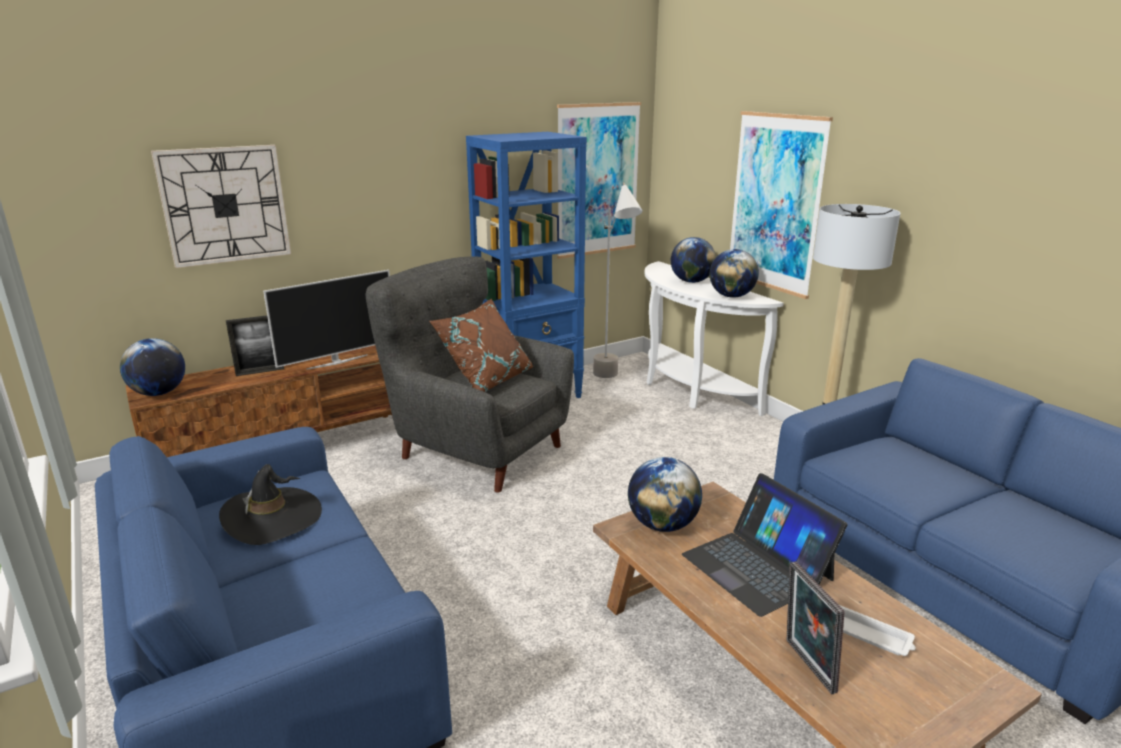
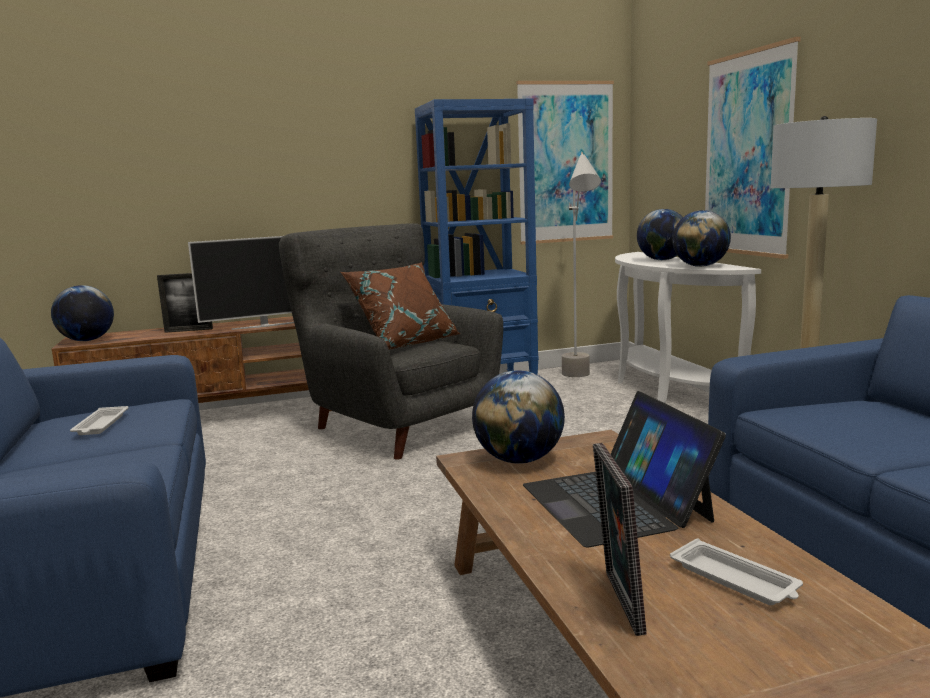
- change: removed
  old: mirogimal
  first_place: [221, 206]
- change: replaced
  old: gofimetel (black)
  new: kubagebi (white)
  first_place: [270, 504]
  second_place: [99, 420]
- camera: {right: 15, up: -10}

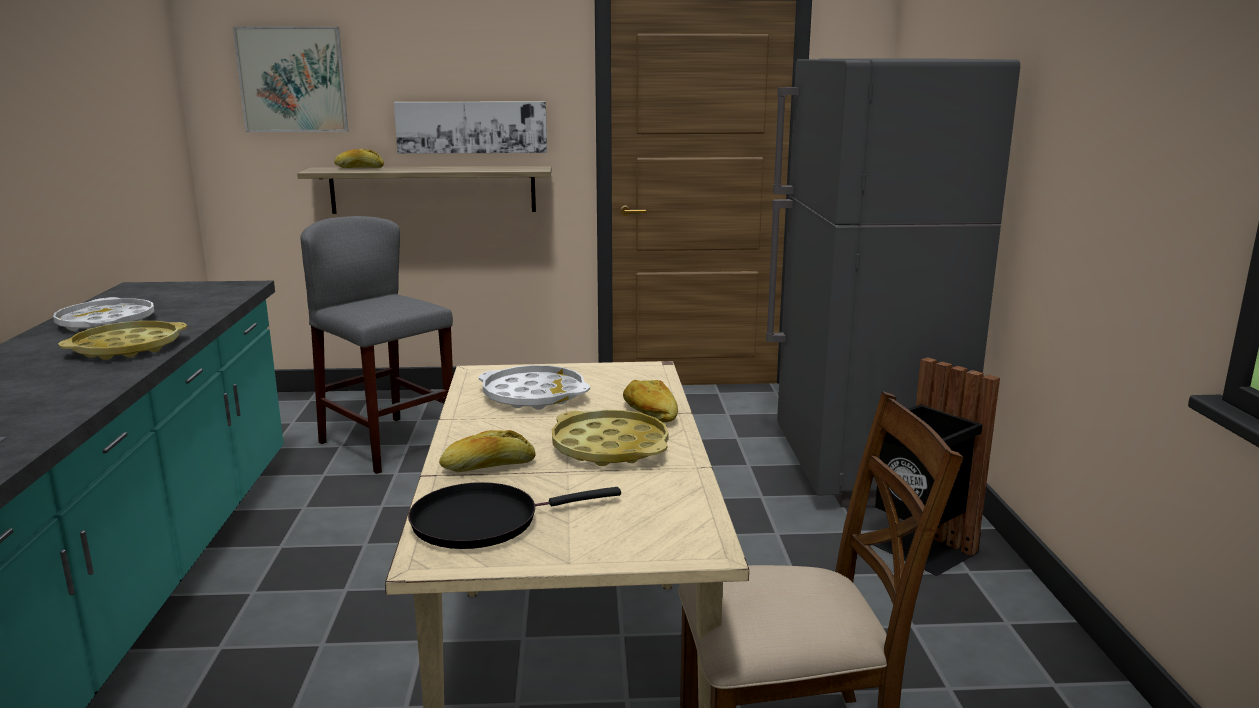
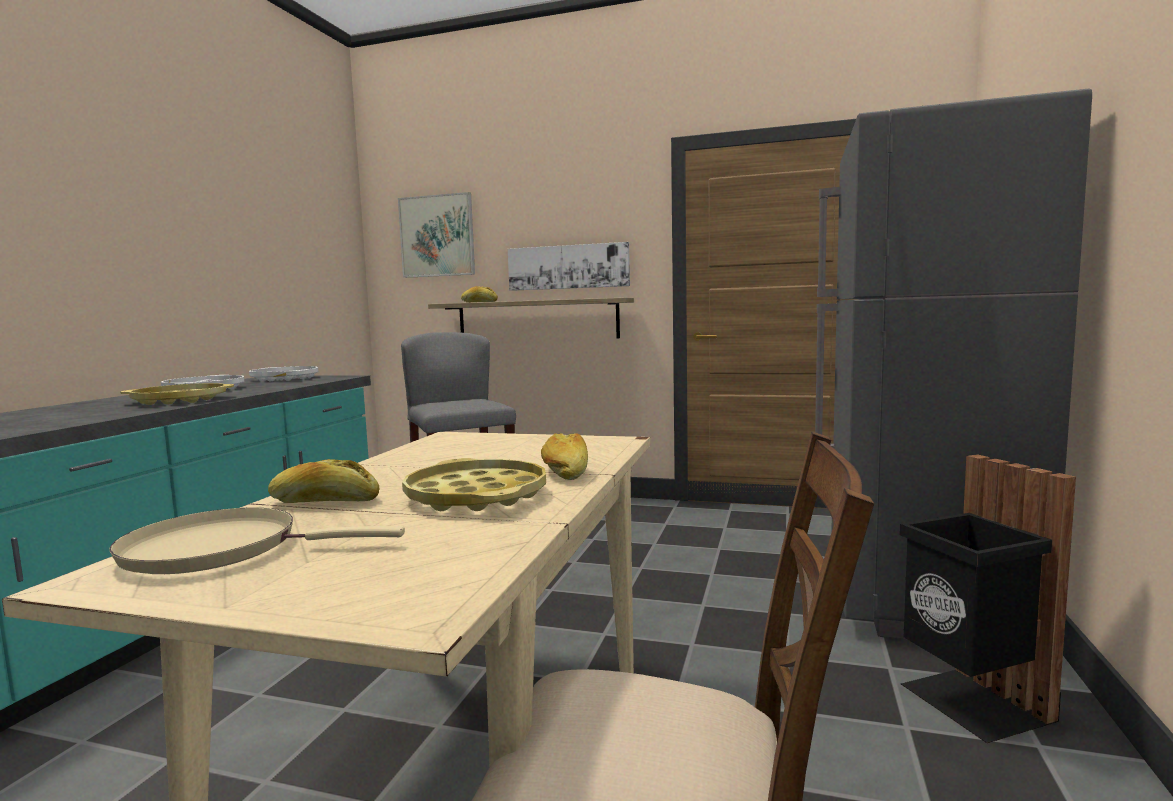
- change: moved
  old: kubagebi (white)
  first_place: [534, 387]
  second_place: [283, 373]
- change: recoloured
  old: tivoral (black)
  new: tivoral (beige)
  first_place: [514, 515]
  second_place: [257, 541]
- camera: {right: 20, up: -10}

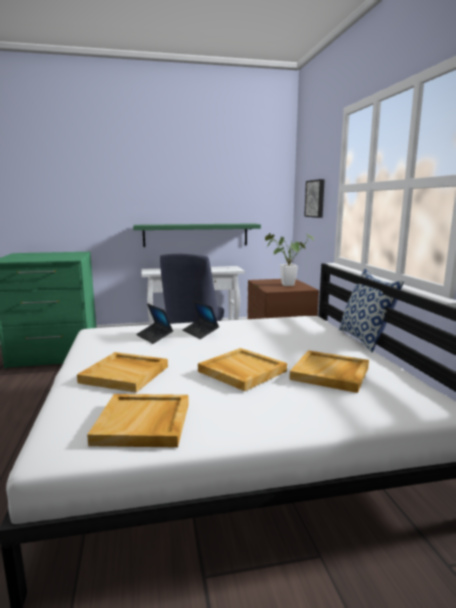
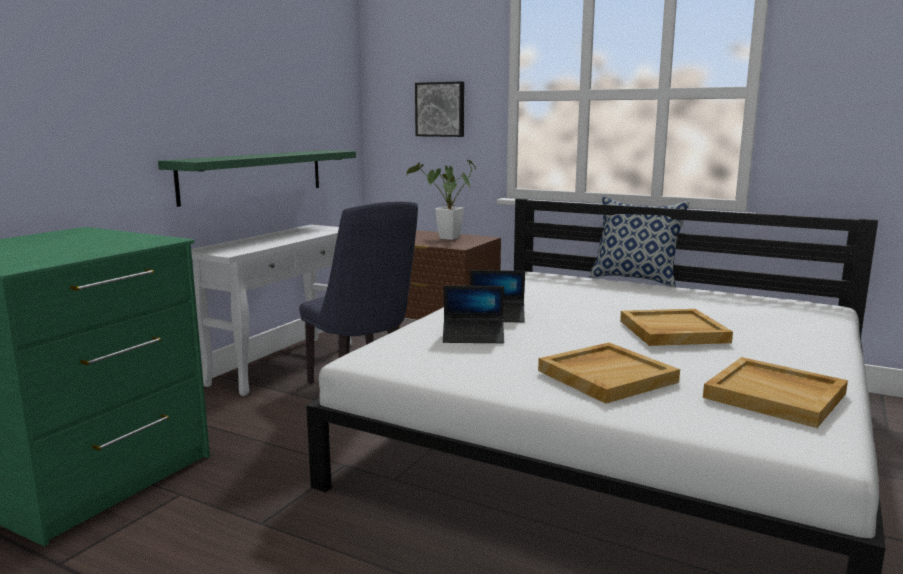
- change: removed
  old: kubagebi (beige)
  first_place: [329, 371]
- camera: {right: -50, up: 0}

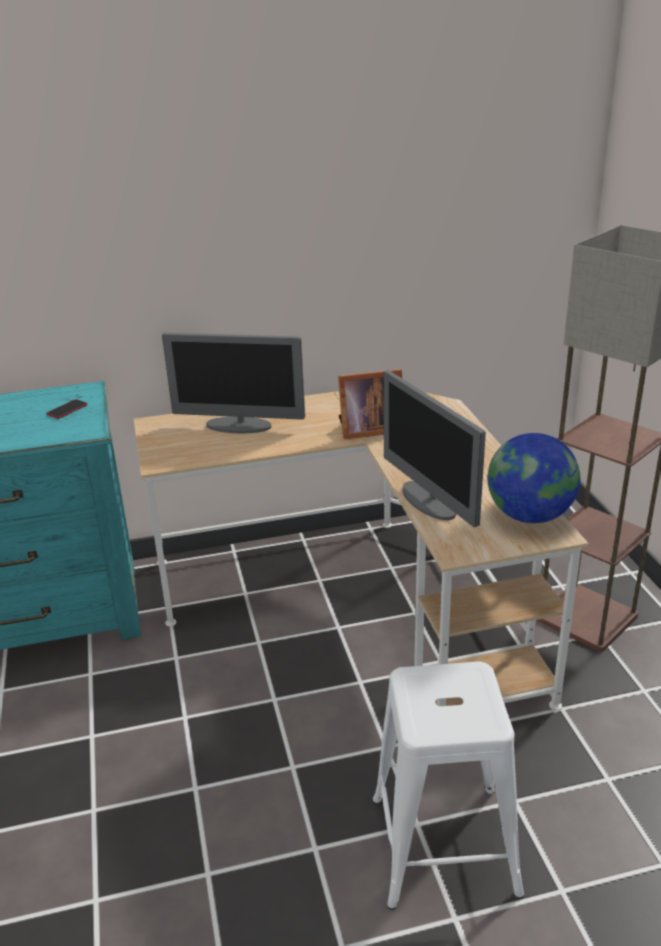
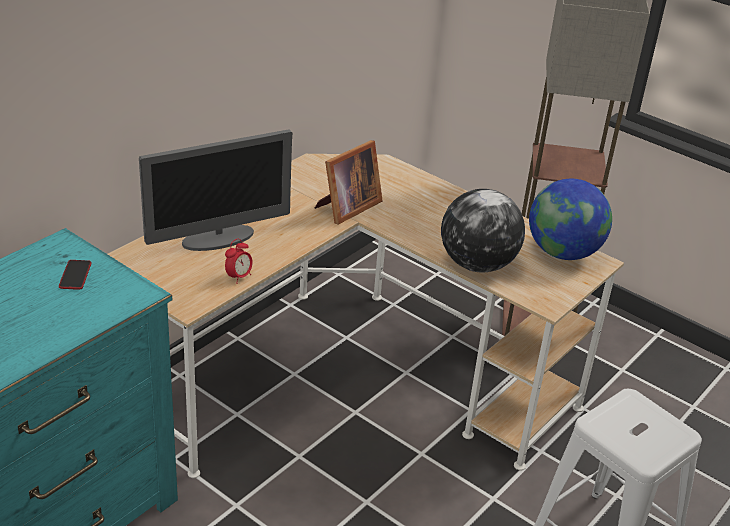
- change: replaced
  old: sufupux
  new: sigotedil
  first_place: [434, 448]
  second_place: [483, 231]
- change: added
  new: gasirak
  second_place: [239, 261]
- camera: {right: -40, up: 5}

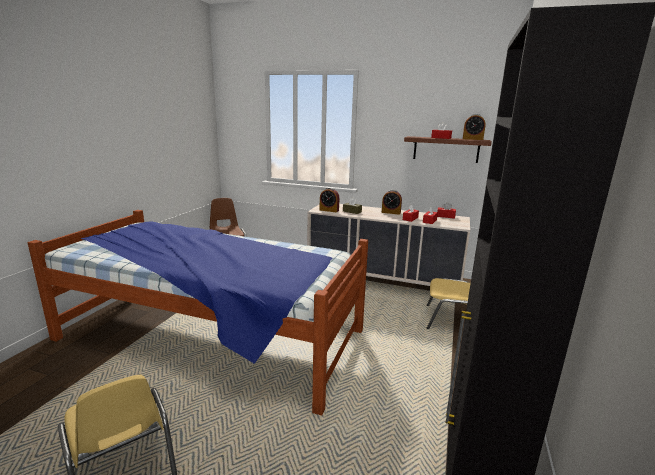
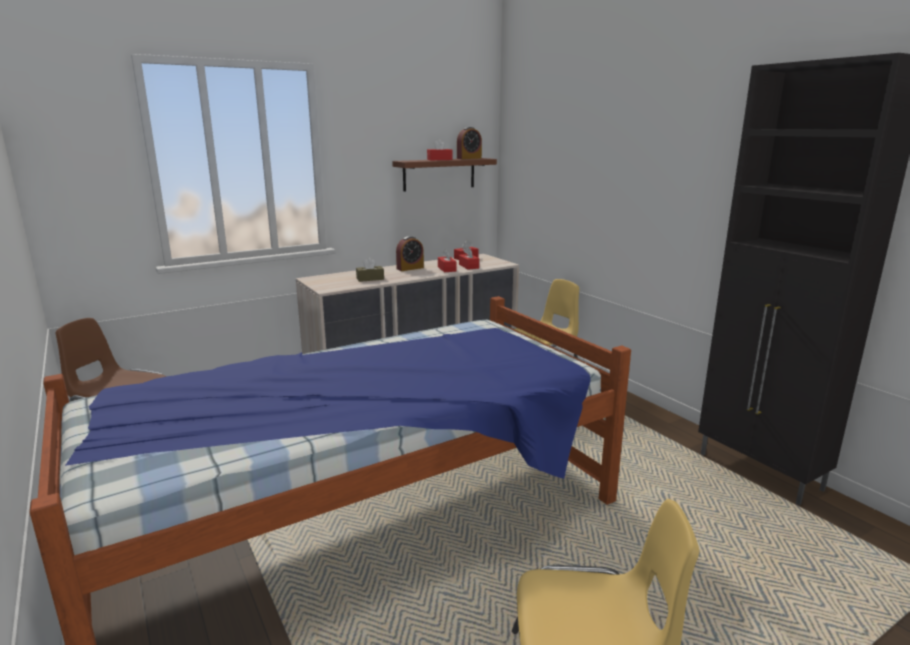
- change: removed
  old: gasirak
  first_place: [329, 200]
- camera: {right: -50, up: 0}

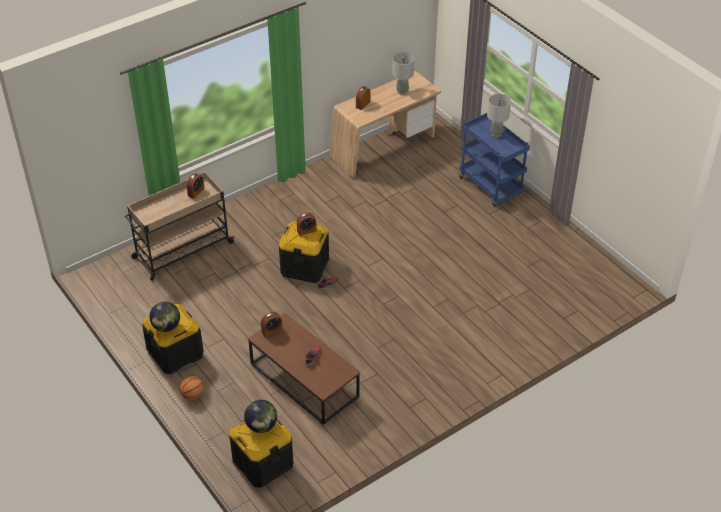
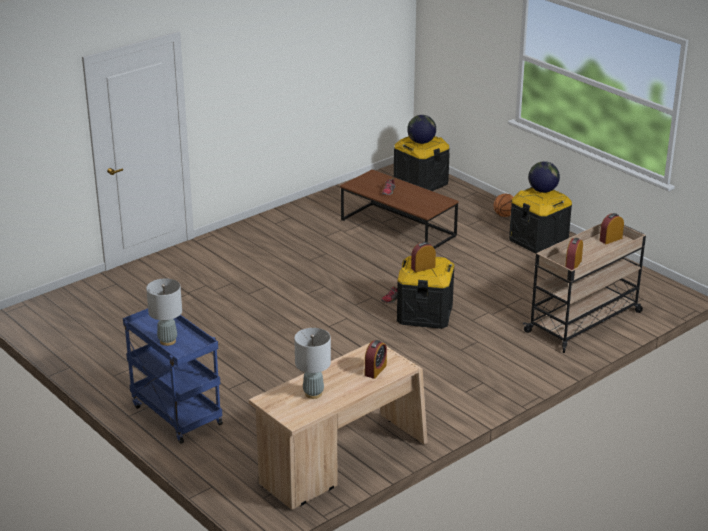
- change: moved
  old: gasirak
  first_place: [272, 324]
  second_place: [611, 228]
- camera: {right: 175, up: -15}

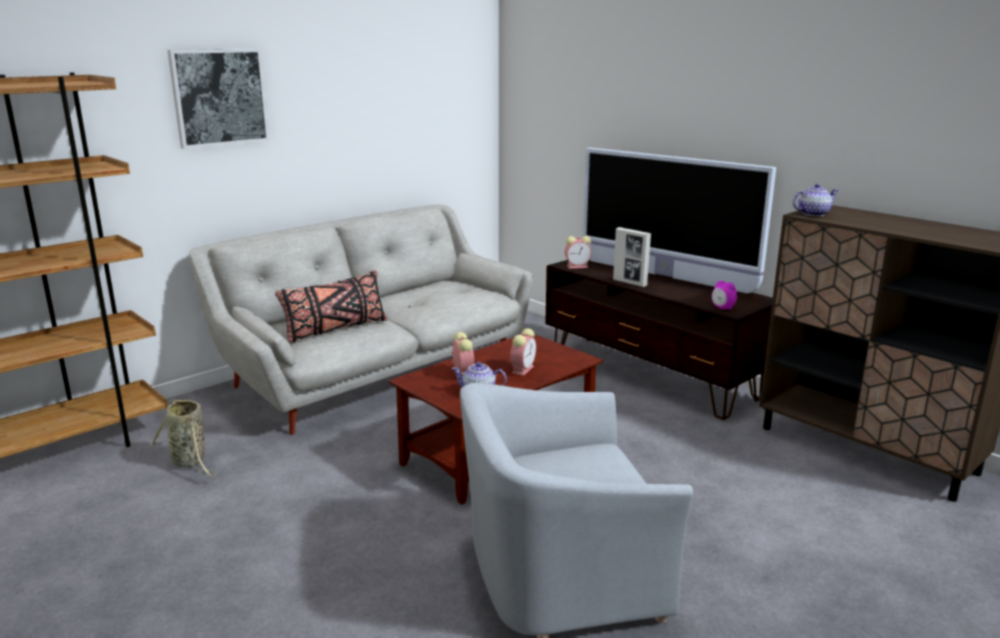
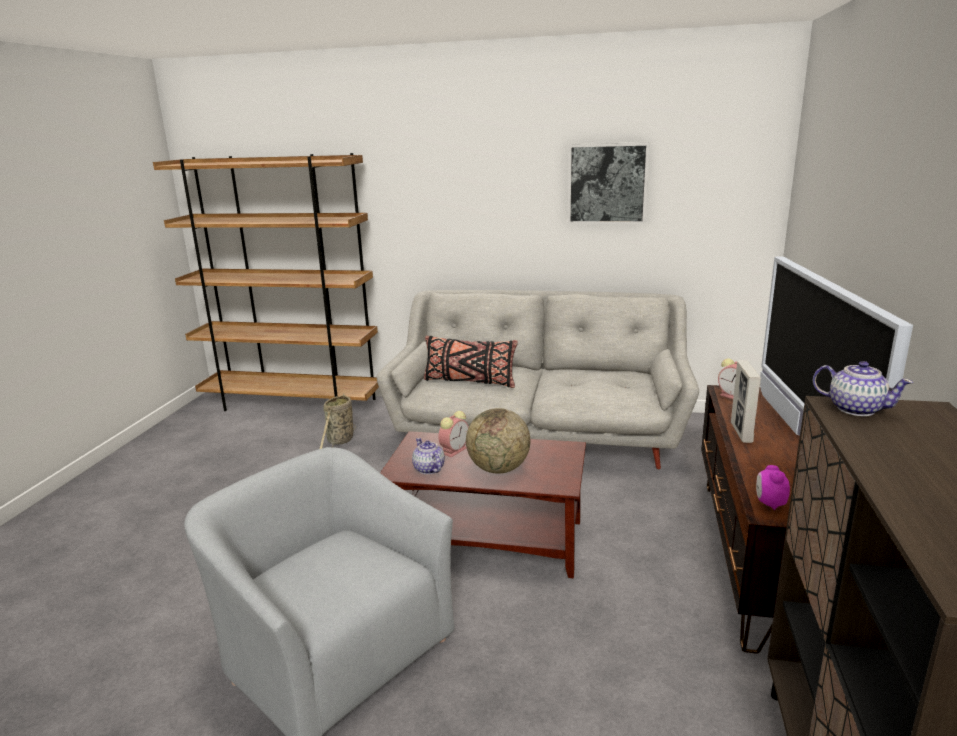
- change: moved
  old: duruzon
  first_place: [218, 98]
  second_place: [609, 183]
- change: replaced
  old: gasirak
  new: sigotedil
  first_place: [523, 352]
  second_place: [498, 441]
- camera: {right: 55, up: 0}

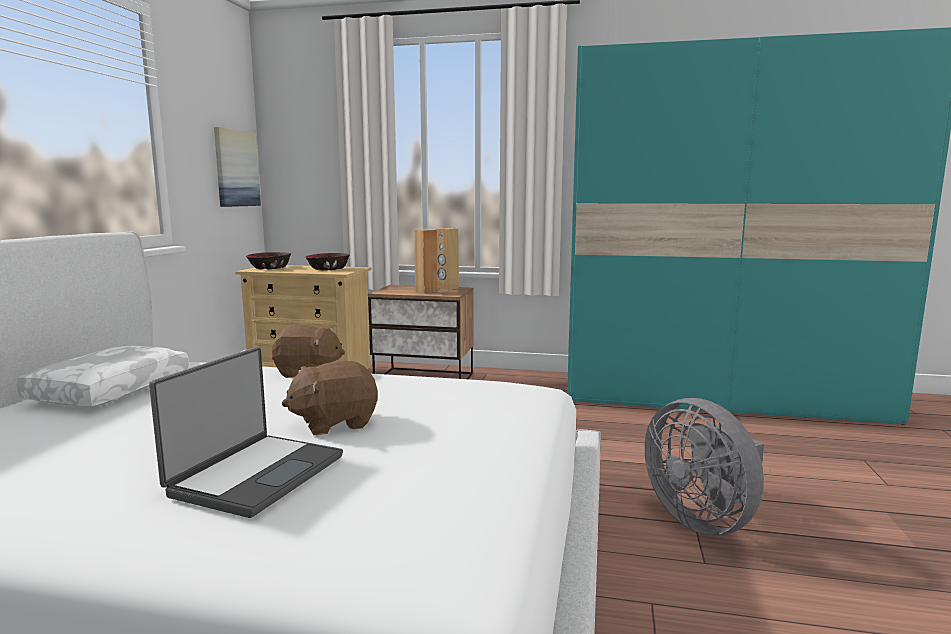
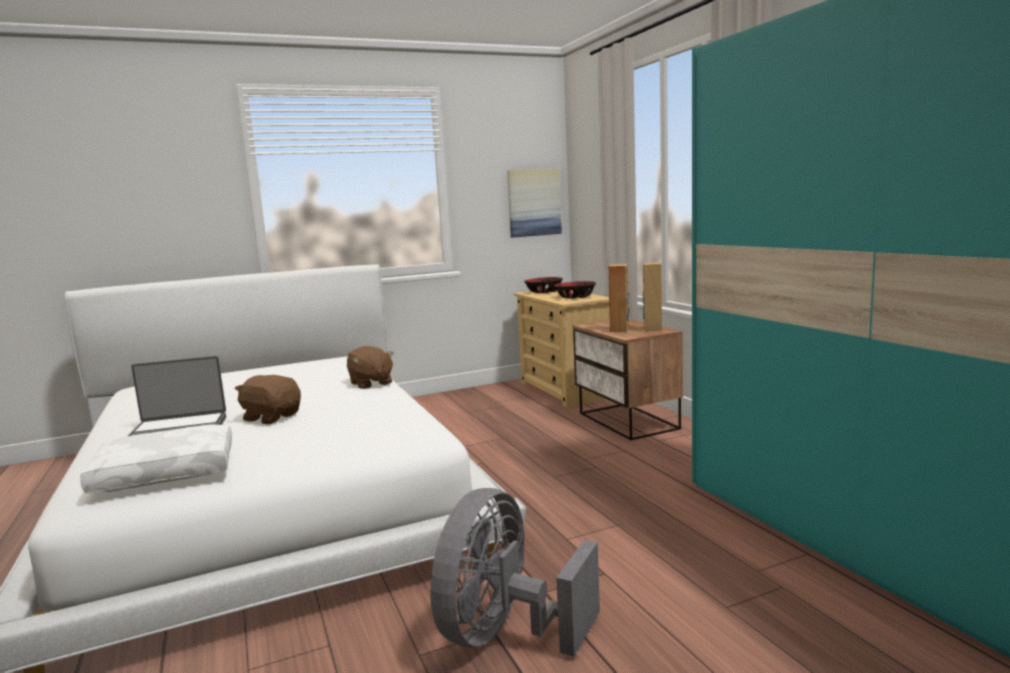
- change: moved
  old: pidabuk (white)
  first_place: [103, 376]
  second_place: [156, 458]
- camera: {right: 55, up: 0}

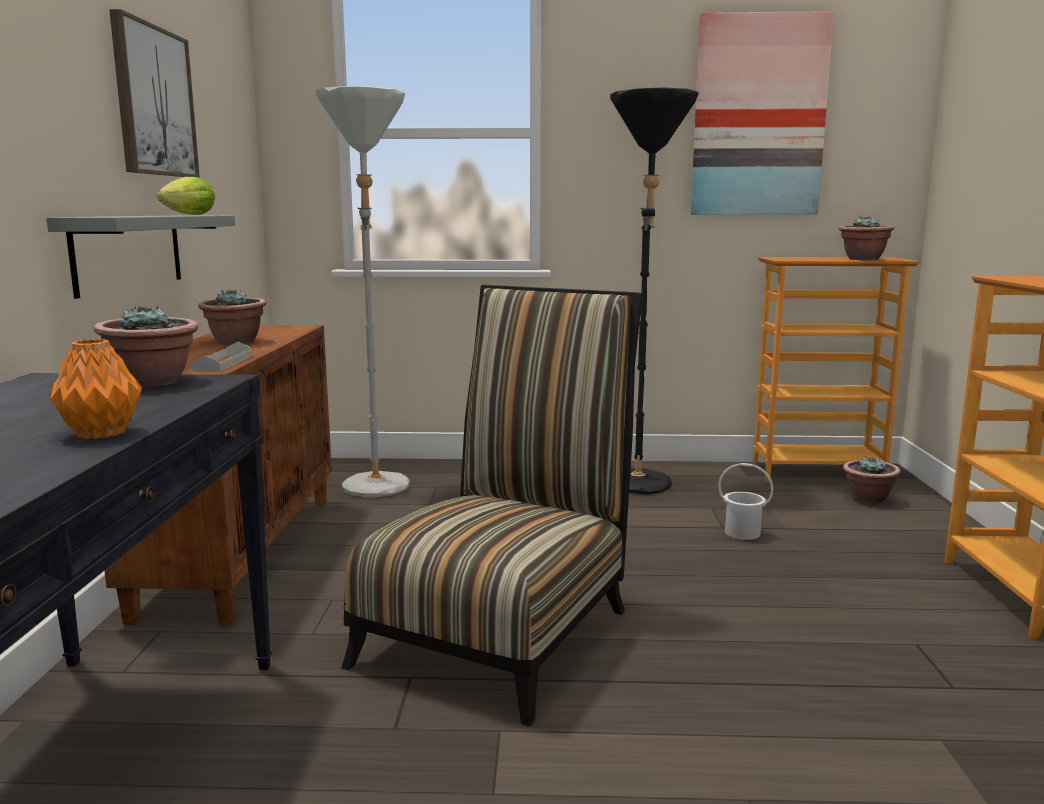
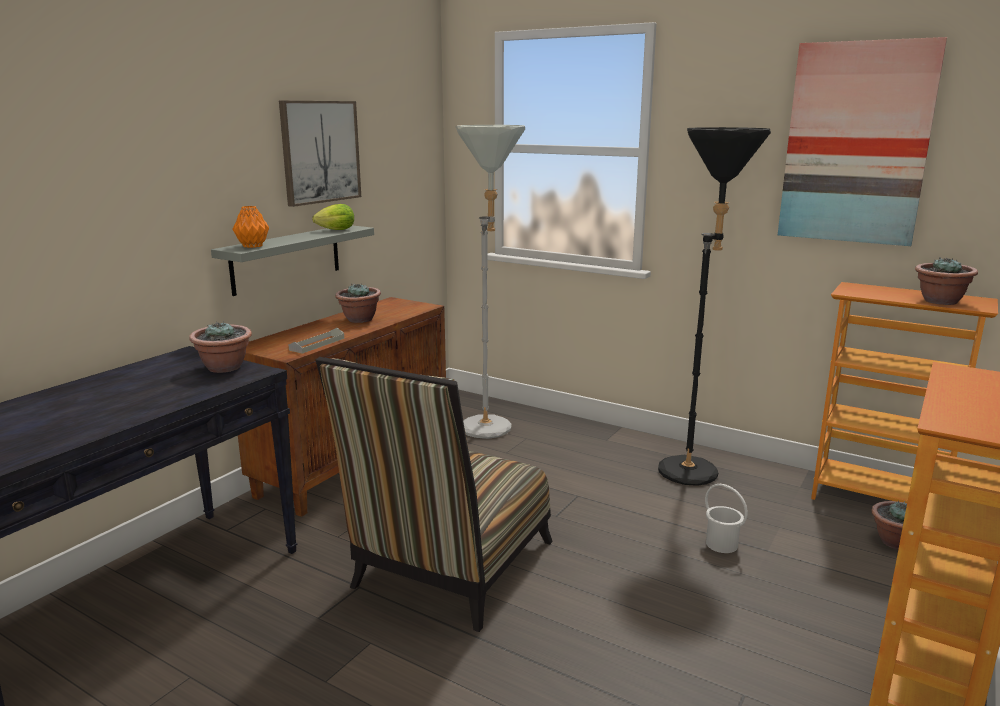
- change: turned
  old: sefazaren
  first_place: [492, 506]
  second_place: [434, 494]
  degrees: 150
- change: moved
  old: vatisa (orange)
  first_place: [95, 389]
  second_place: [250, 227]
- camera: {right: 30, up: 5}

